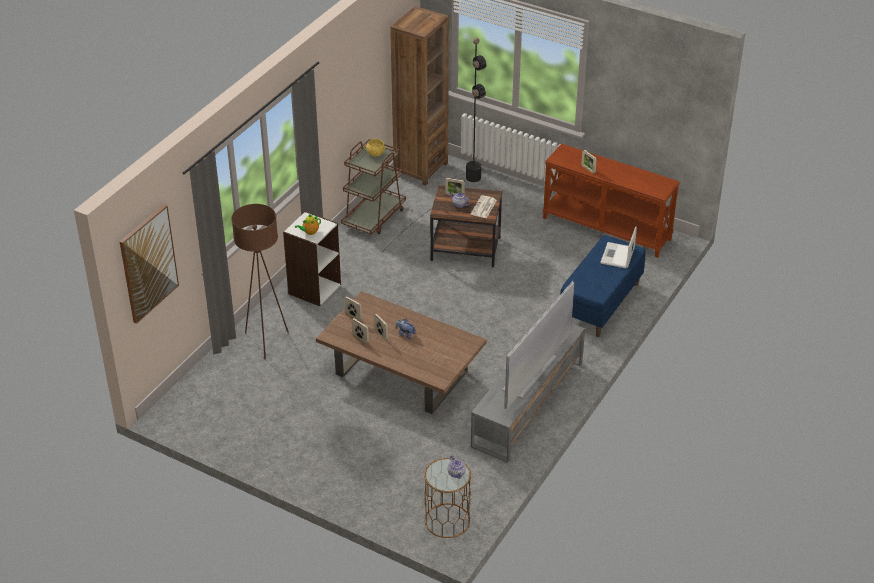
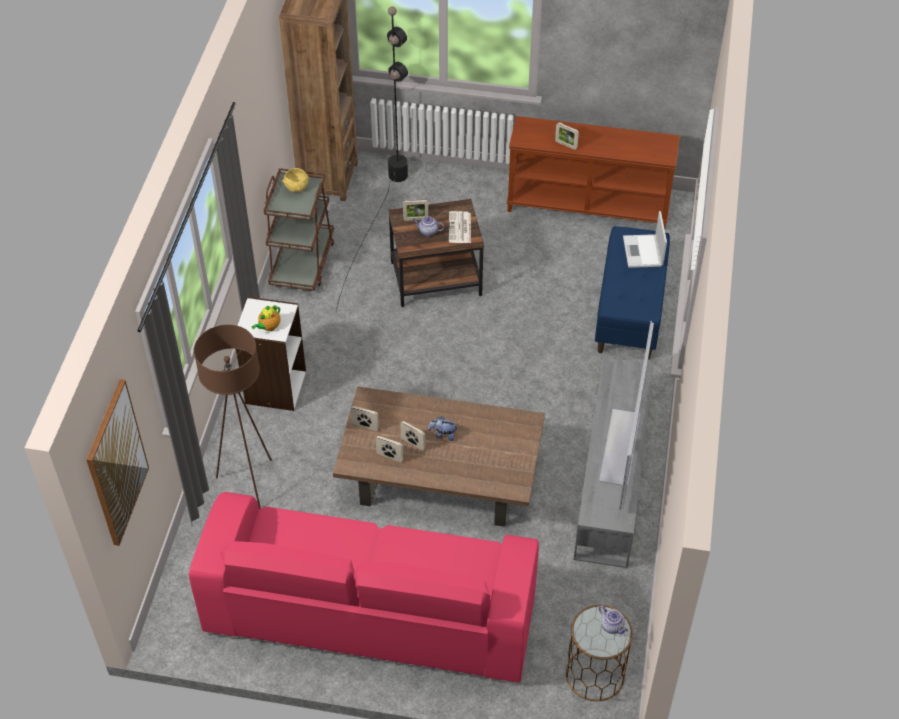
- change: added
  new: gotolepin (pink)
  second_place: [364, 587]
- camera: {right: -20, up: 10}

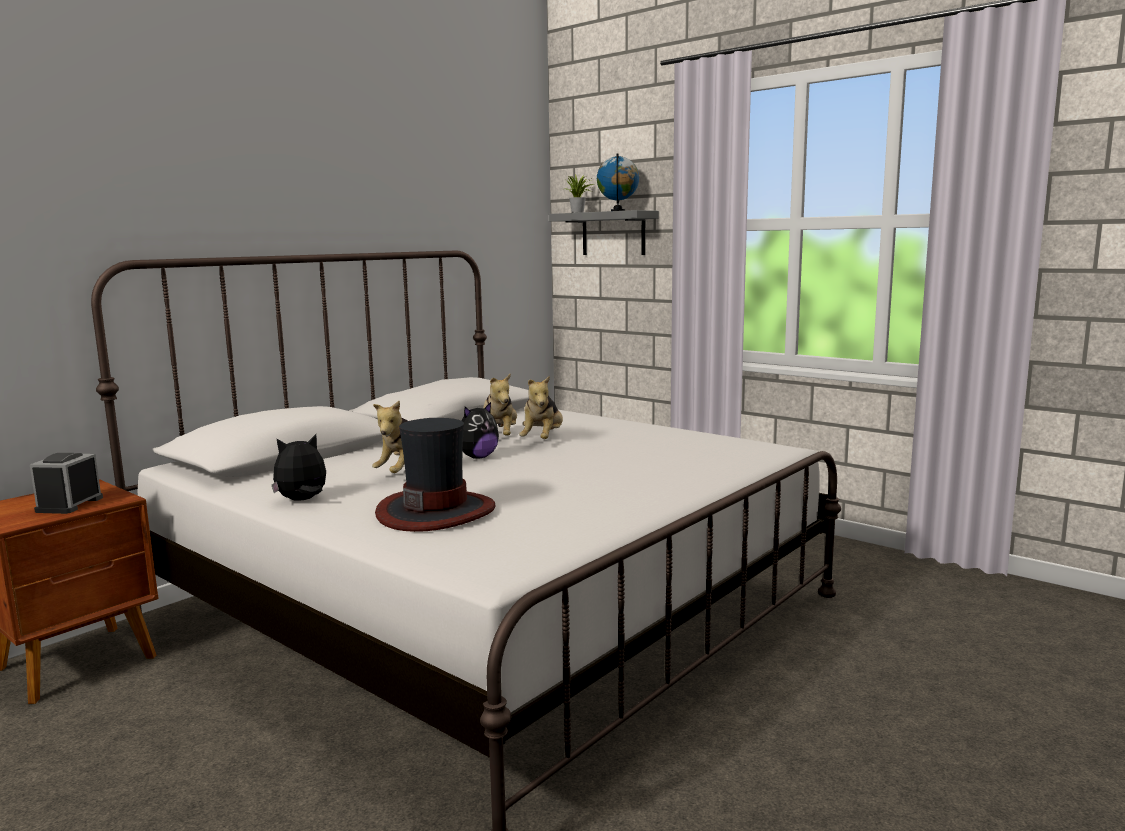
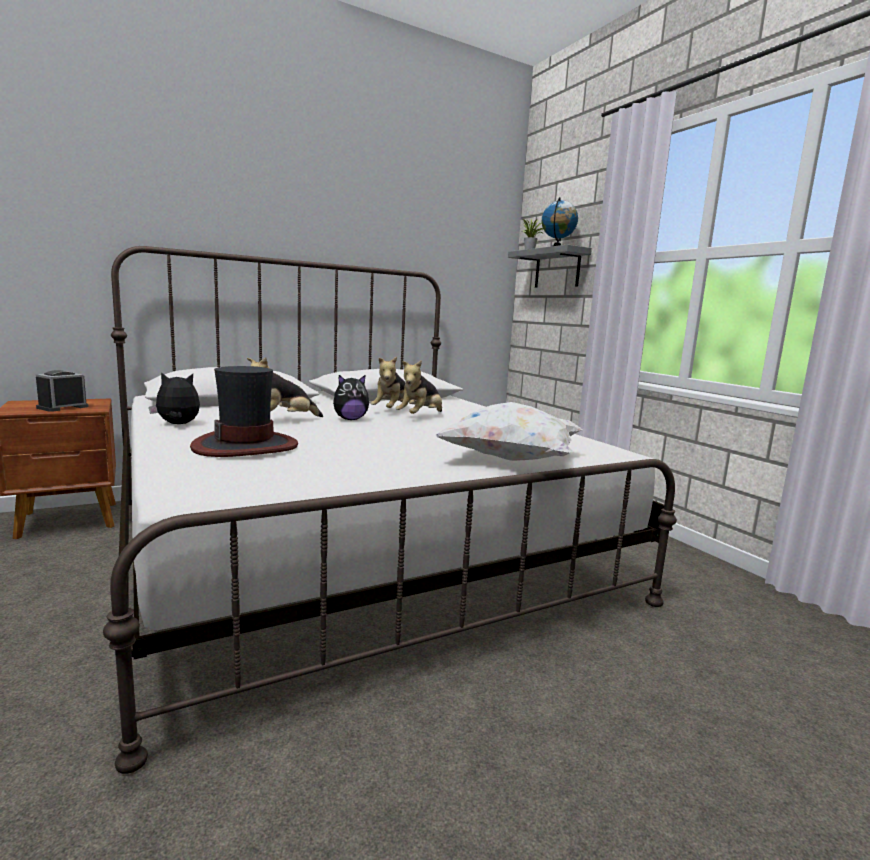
- change: added
  new: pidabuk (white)
  second_place: [509, 431]
- camera: {right: 20, up: 0}

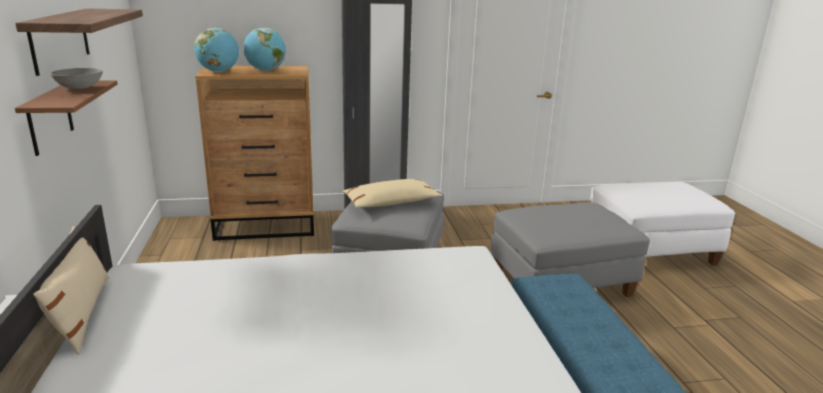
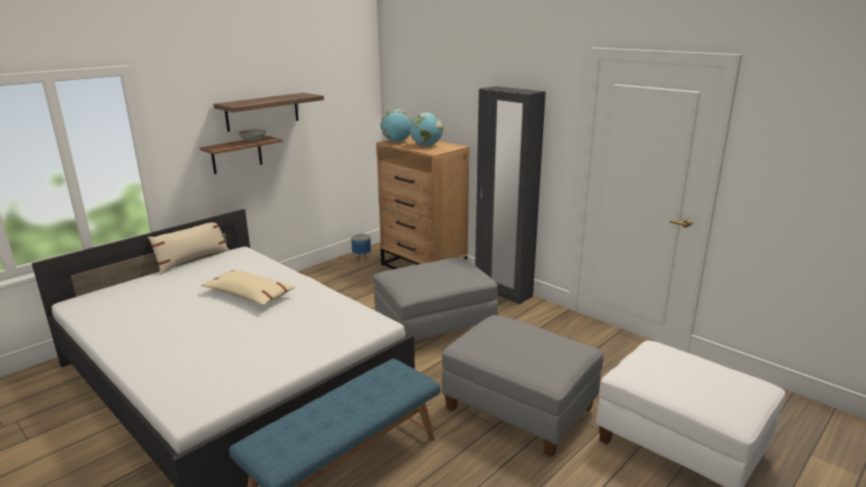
- change: moved
  old: pidabuk (beige)
  first_place: [392, 193]
  second_place: [248, 287]
- change: added
  new: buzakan
  second_place: [361, 248]
- camera: {right: 55, up: 0}

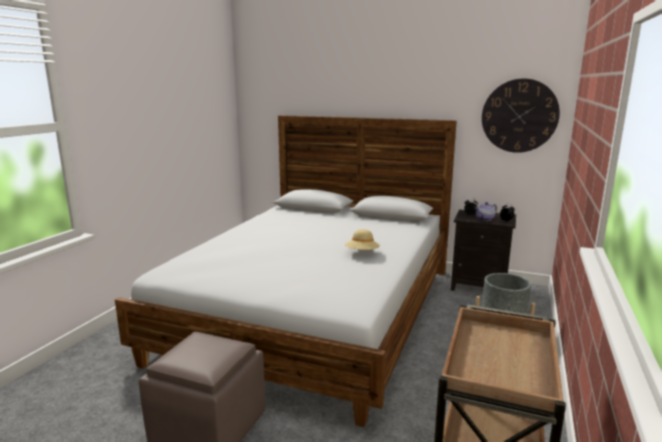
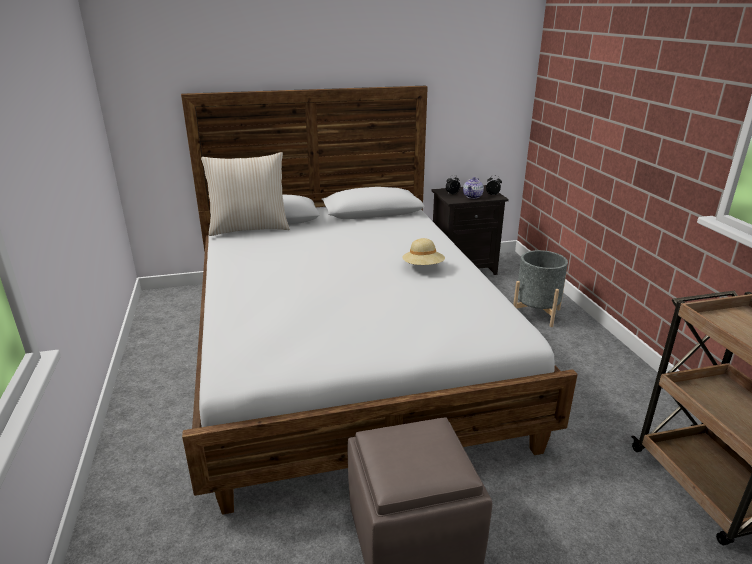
- change: removed
  old: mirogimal
  first_place: [521, 115]
- change: added
  new: pidabuk (beige)
  second_place: [245, 194]
- camera: {right: -35, up: 10}

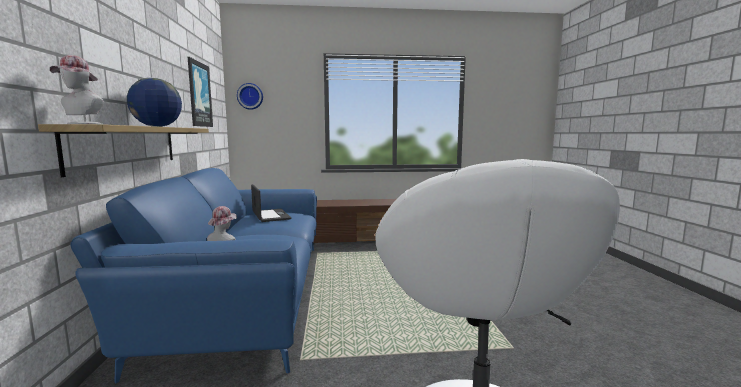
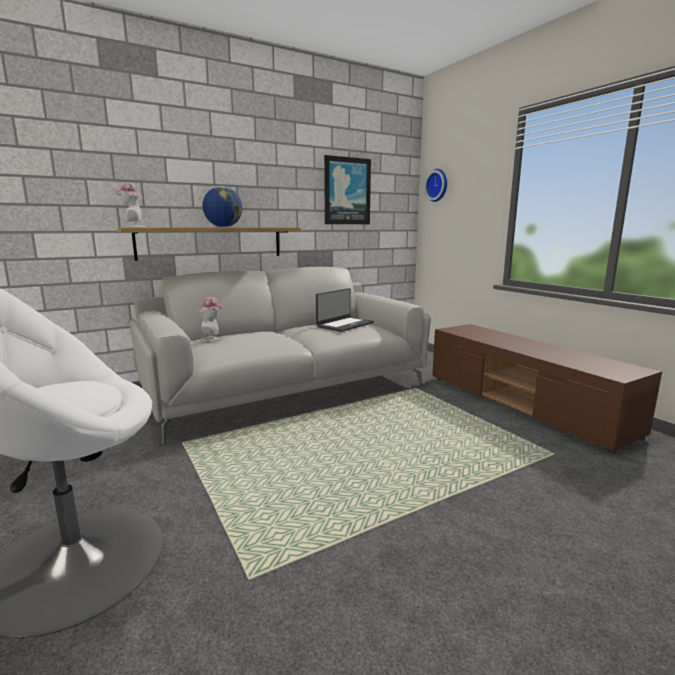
- change: recoloured
  old: gotolepin (blue)
  new: gotolepin (grey)
  first_place: [193, 276]
  second_place: [280, 355]
- camera: {right: 65, up: 5}

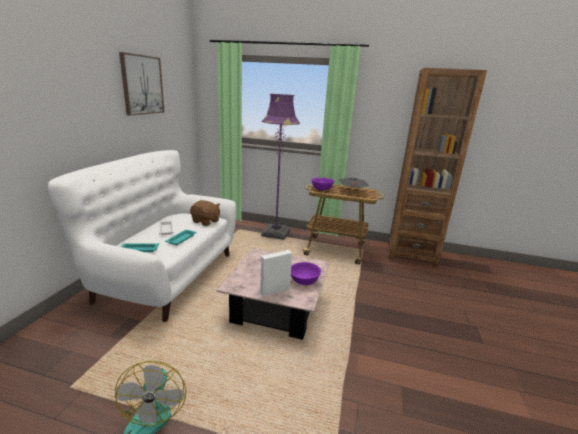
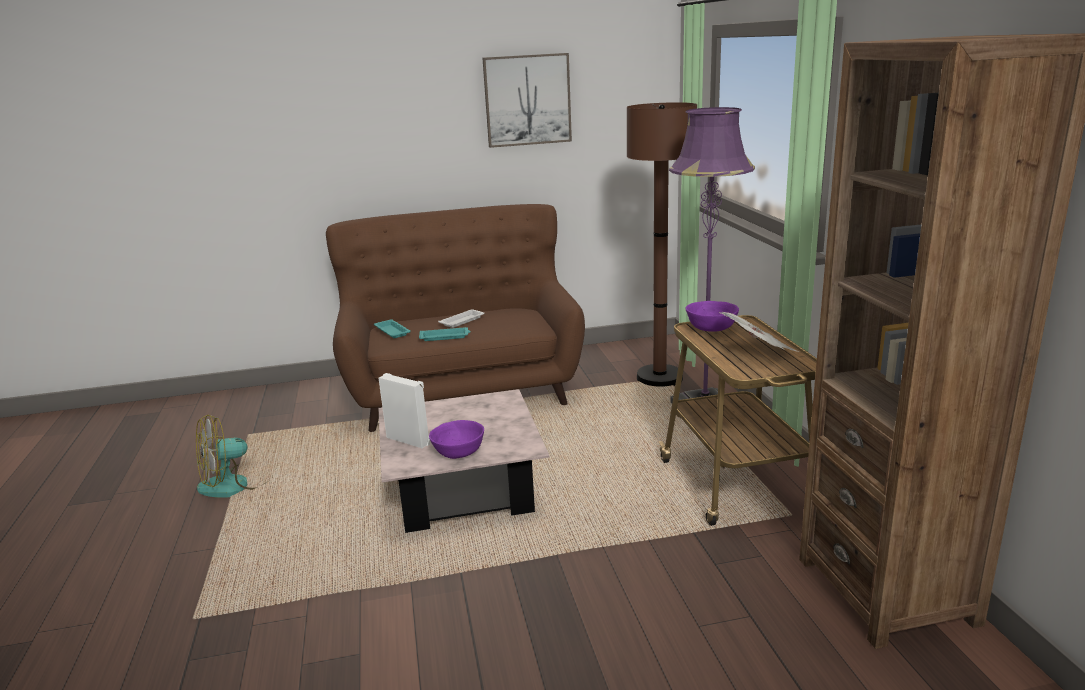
- change: recoloured
  old: gotolepin (white)
  new: gotolepin (brown)
  first_place: [142, 236]
  second_place: [455, 318]
- change: removed
  old: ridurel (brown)
  first_place: [205, 213]
- change: added
  new: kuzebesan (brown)
  second_place: [662, 244]
- camera: {right: 65, up: 0}

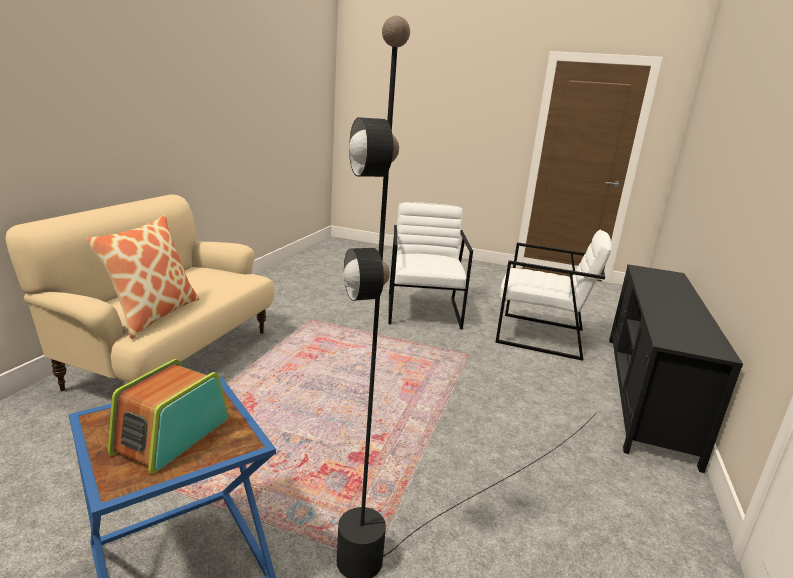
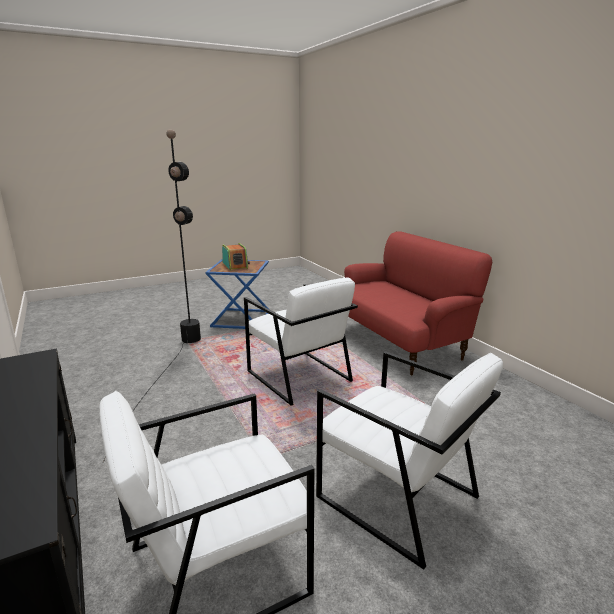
- change: recoloured
  old: gotolepin (beige)
  new: gotolepin (red)
  first_place: [140, 293]
  second_place: [418, 303]
- change: removed
  old: pidabuk
  first_place: [142, 277]
- change: added
  new: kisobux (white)
  second_place: [301, 341]
- camera: {right: 135, up: 0}

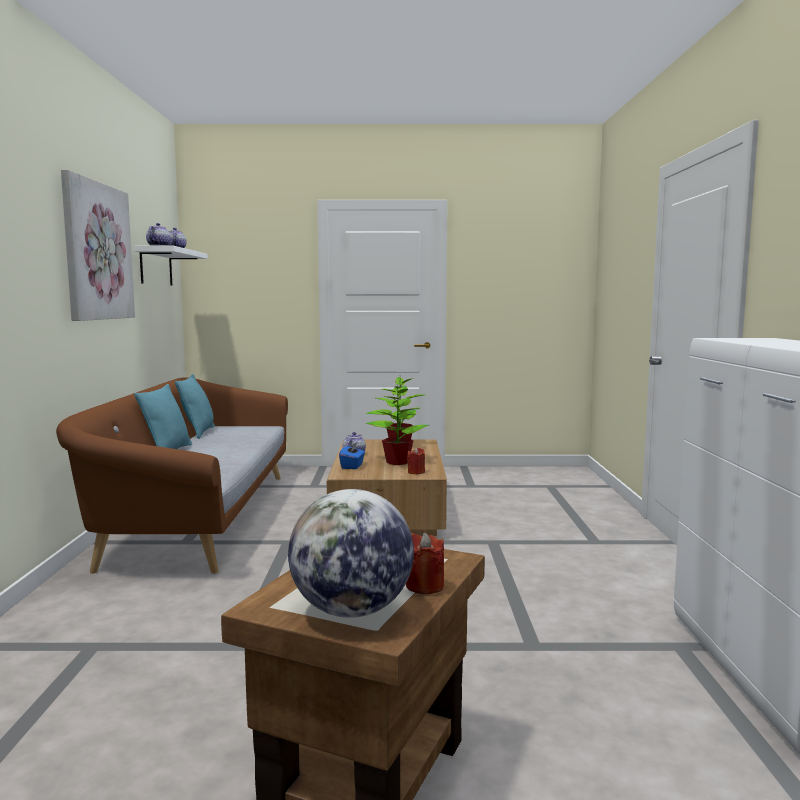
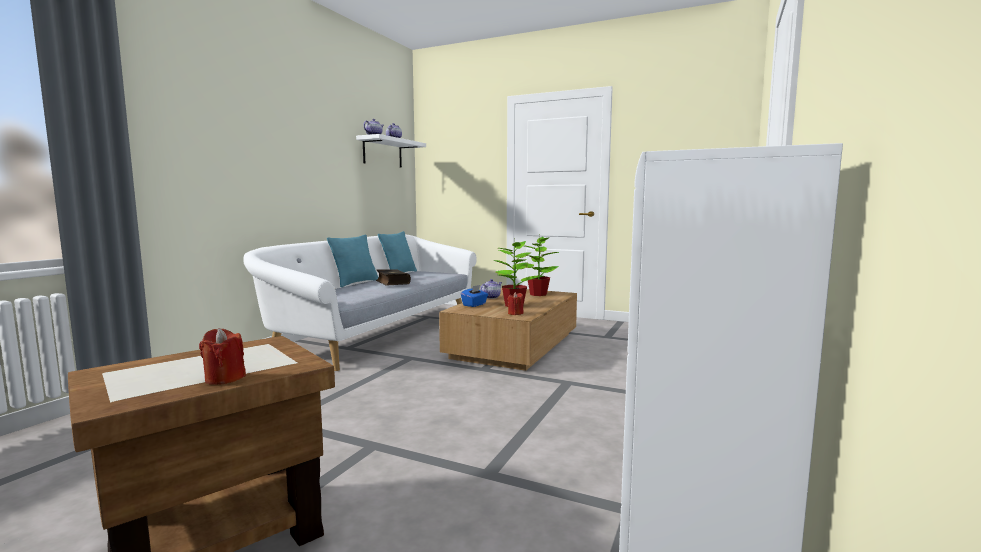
- change: removed
  old: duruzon
  first_place: [98, 245]
- change: recoloured
  old: gotolepin (brown)
  new: gotolepin (white)
  first_place: [172, 475]
  second_place: [360, 302]
- change: removed
  old: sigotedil
  first_place: [351, 553]
- change: added
  new: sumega
  second_place: [393, 277]
- camera: {right: 25, up: 0}

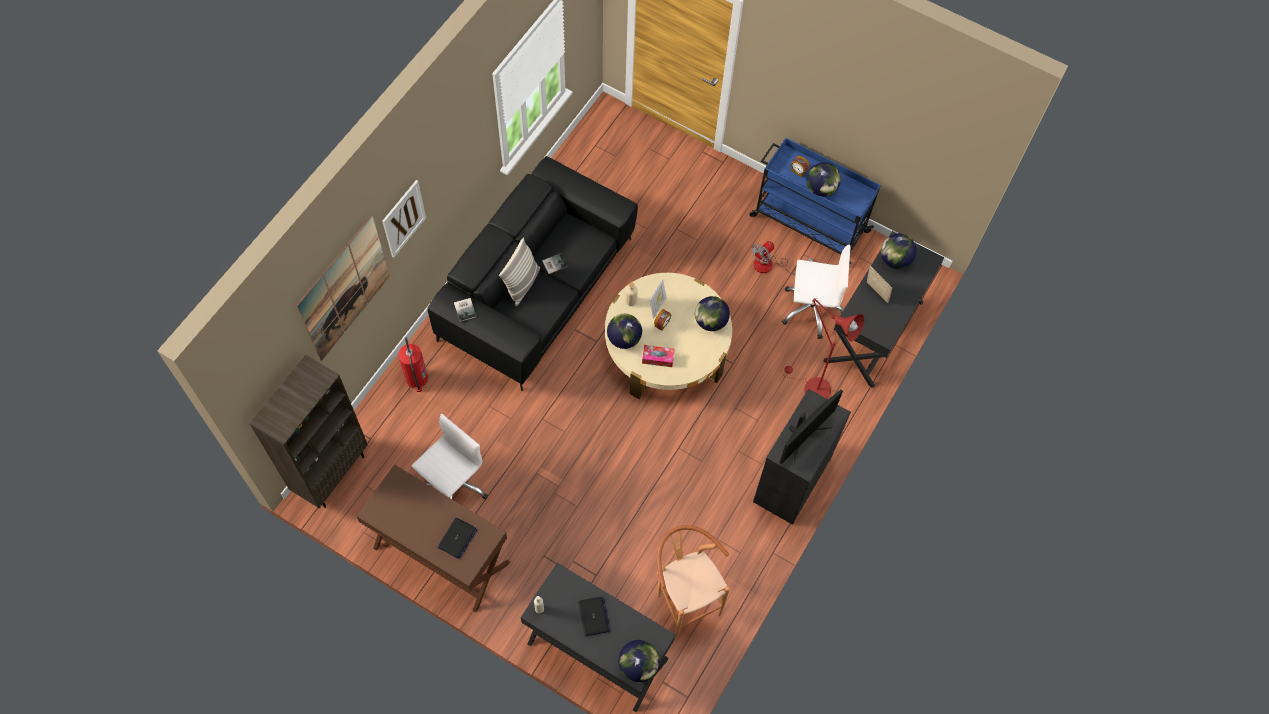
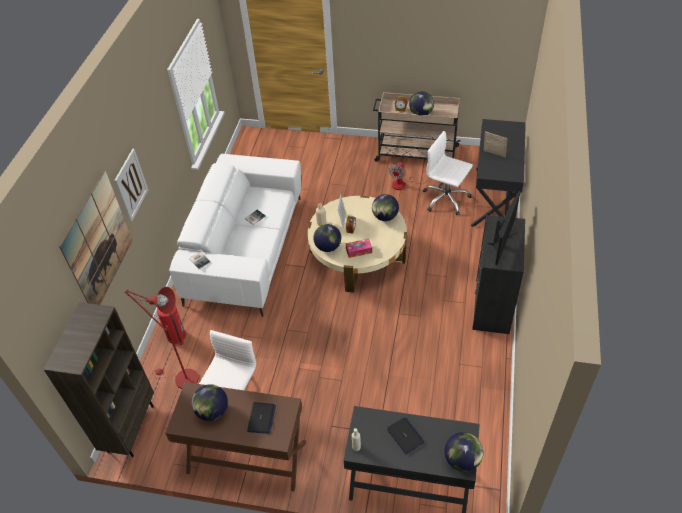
- change: recoloured
  old: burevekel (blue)
  new: burevekel (beige)
  first_place: [815, 201]
  second_place: [416, 127]
- change: recoloured
  old: gotolepin (black)
  new: gotolepin (white)
  first_place: [532, 273]
  second_place: [235, 235]
- change: moved
  old: sigotedil
  first_place: [899, 251]
  second_place: [210, 402]
- change: removed
  old: pidabuk
  first_place: [519, 272]
- change: turned
  old: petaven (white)
  first_place: [816, 292]
  second_place: [448, 173]
  degrees: -135
- change: moved
  old: kuzebesan (red)
  first_place: [822, 348]
  second_place: [162, 338]
- change: removed
  old: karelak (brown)
  first_place: [693, 581]
- camera: {right: -15, up: -15}

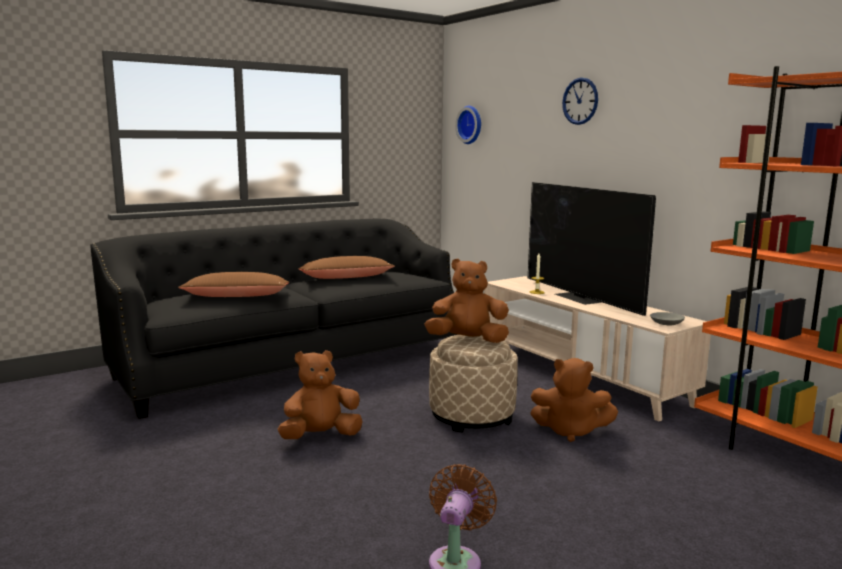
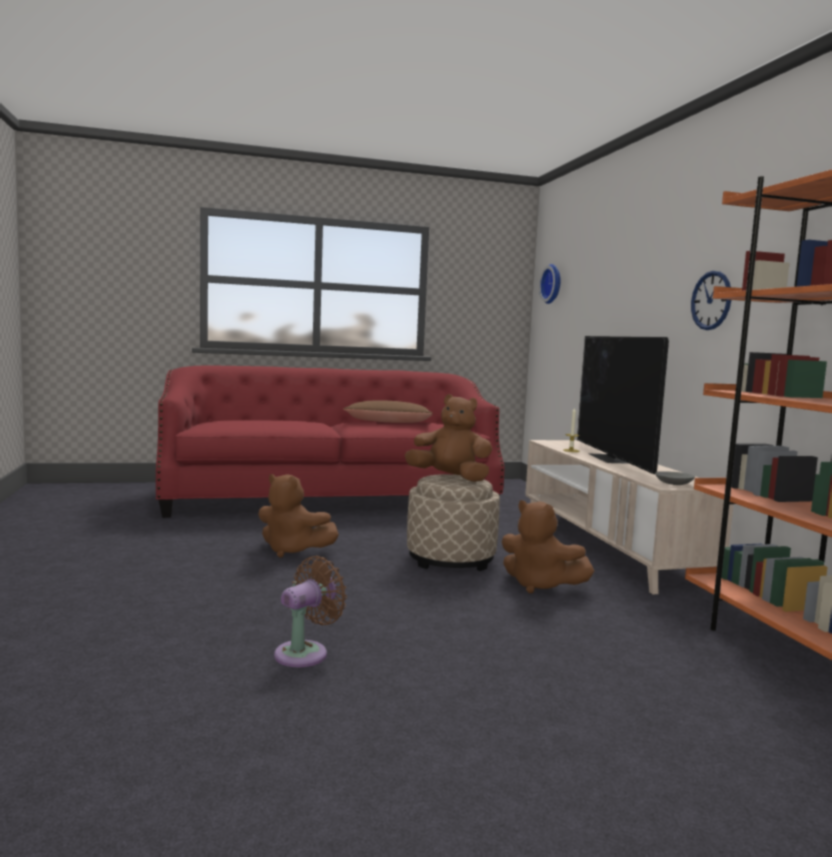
- change: moved
  old: mirogimal
  first_place: [580, 101]
  second_place: [711, 300]
- change: recoloured
  old: gotolepin (black)
  new: gotolepin (red)
  first_place: [274, 319]
  second_place: [330, 442]
- change: removed
  old: pidabuk (brown)
  first_place: [233, 284]
- change: turned
  old: ridurel (brown)
  first_place: [320, 394]
  second_place: [298, 516]
  degrees: -150
- camera: {right: 20, up: -5}

